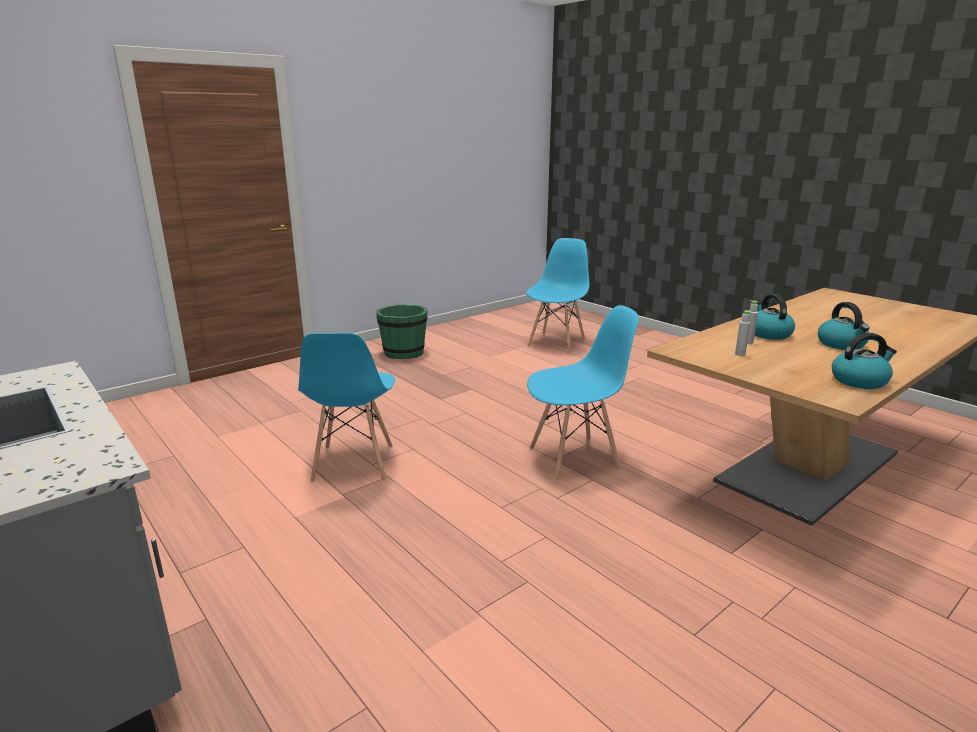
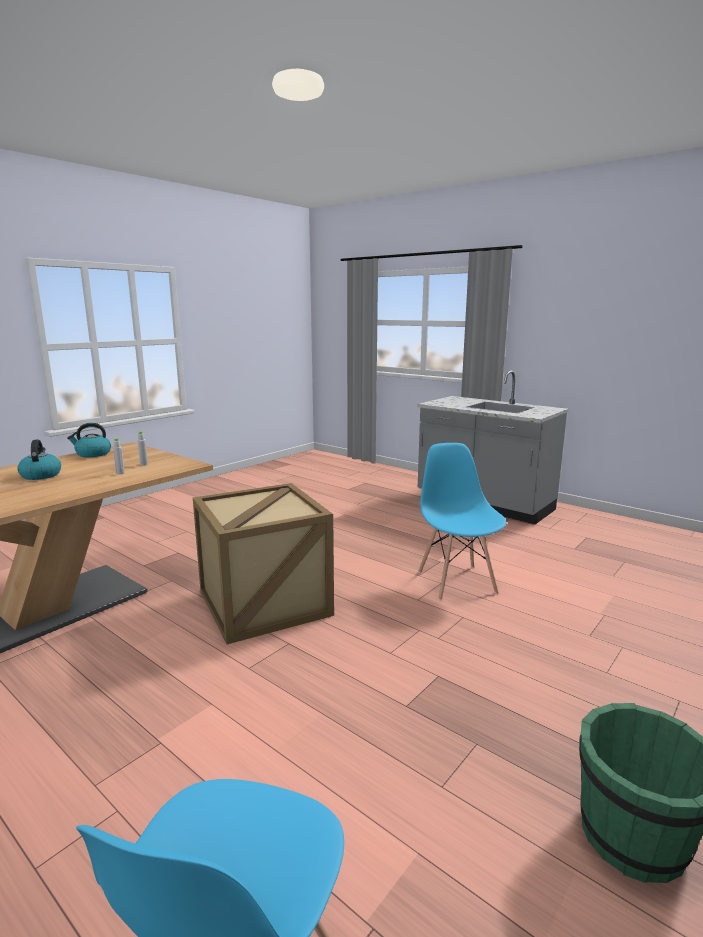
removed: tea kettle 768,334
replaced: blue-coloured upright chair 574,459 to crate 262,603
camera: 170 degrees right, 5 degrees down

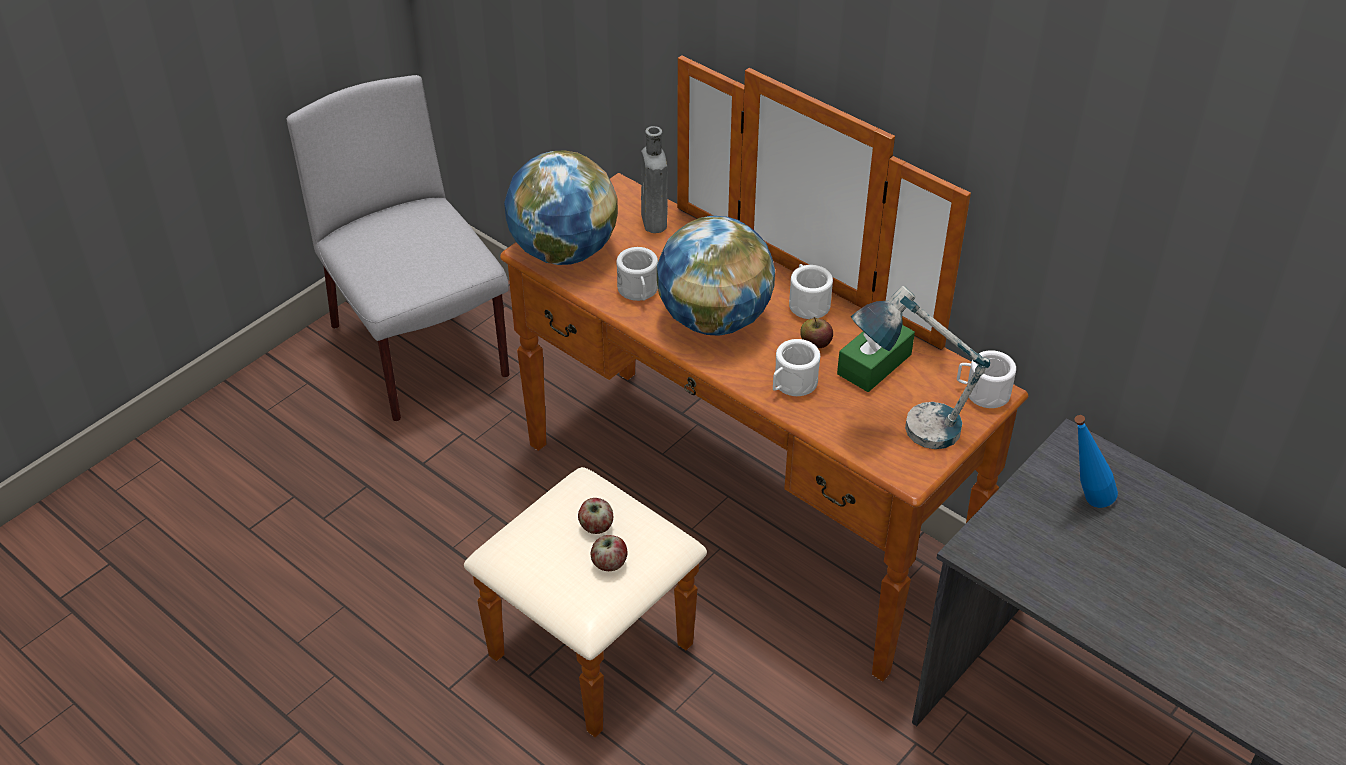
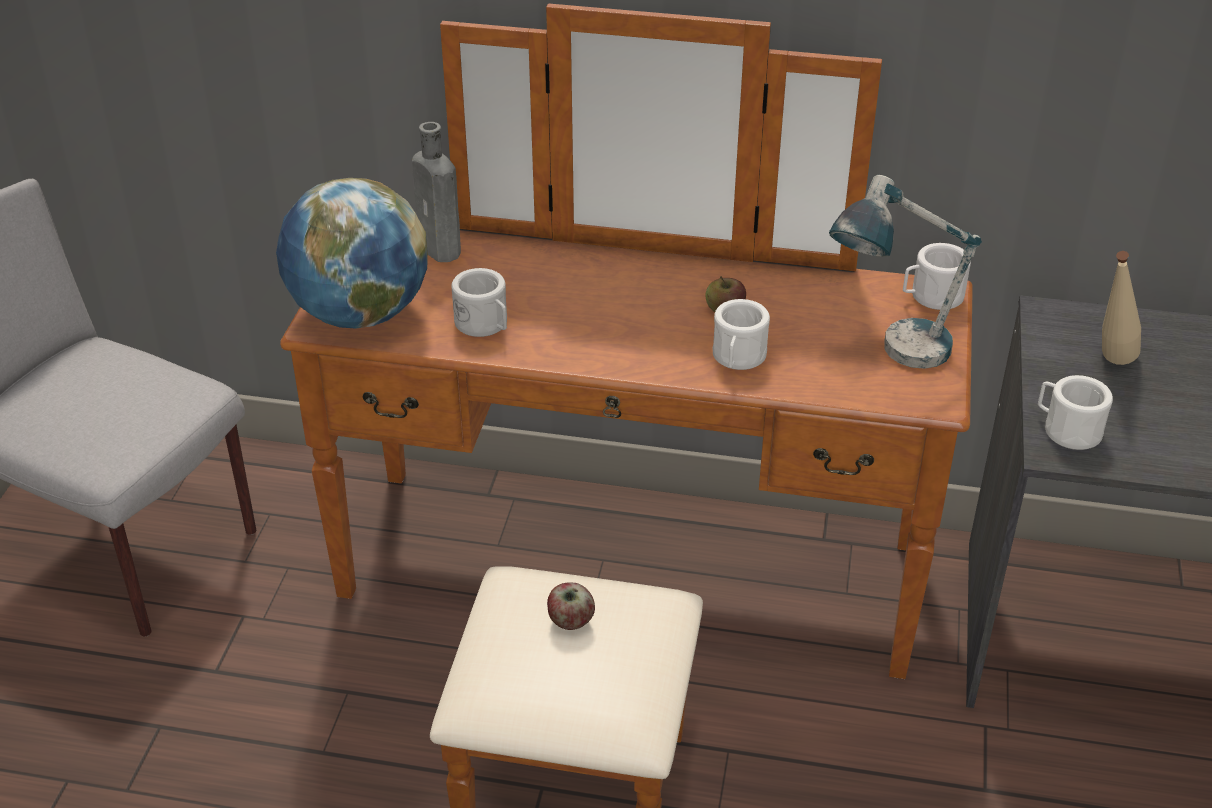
removed: apple fruit 609,563; world globe 714,319; greenish box of tissues 874,364
moved: white mug 807,303 to 1066,429
recoloured: blue-coloured drink bottle 1082,502 to sand-coloured drink bottle 1108,364
camera: 30 degrees left, 5 degrees down

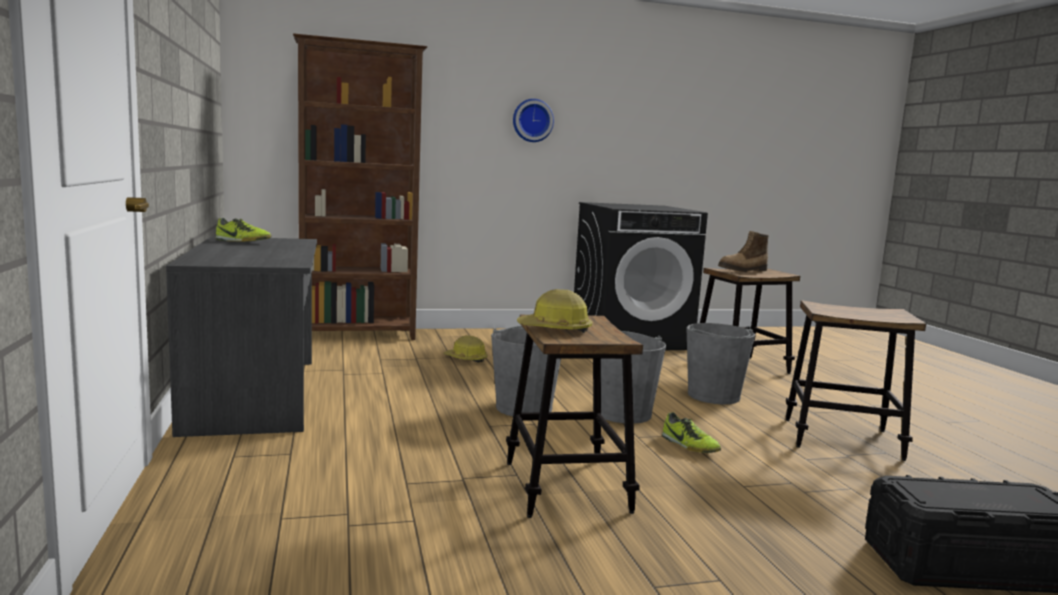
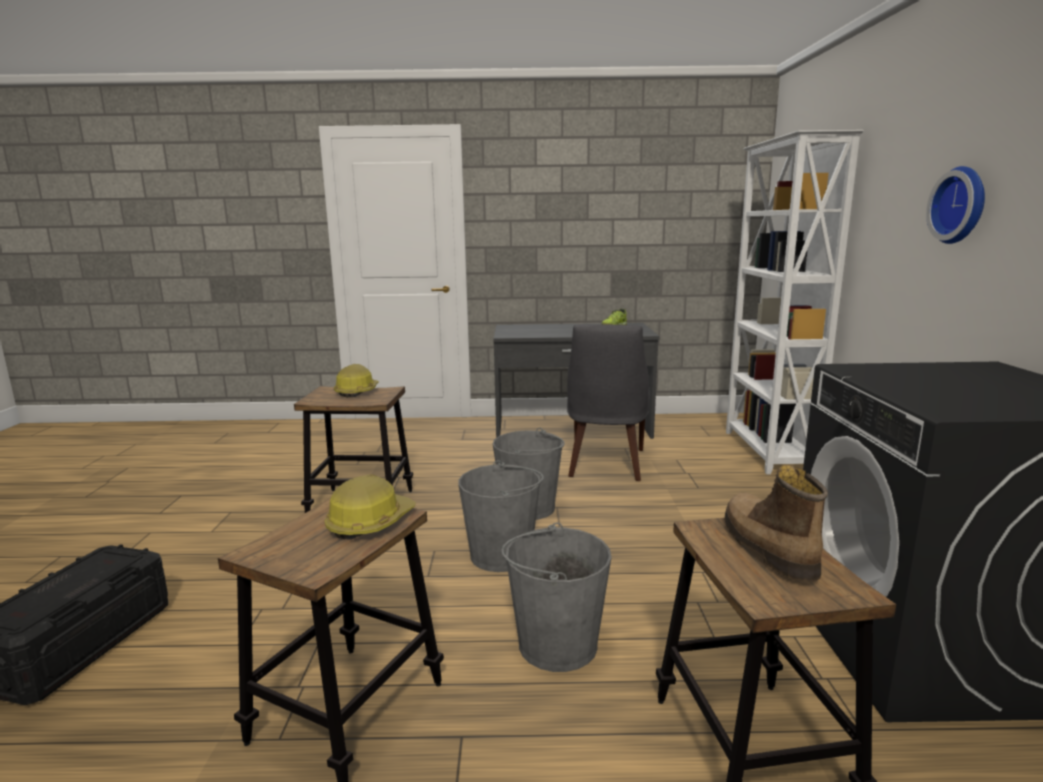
removed: low shoe 689,446
added: greyish upright chair 605,464
moved: safety helmet 466,359 to 370,522
recoloured: brown-coloured bookcase 358,335 to white bookcase 767,452
camera: 105 degrees right, 5 degrees up

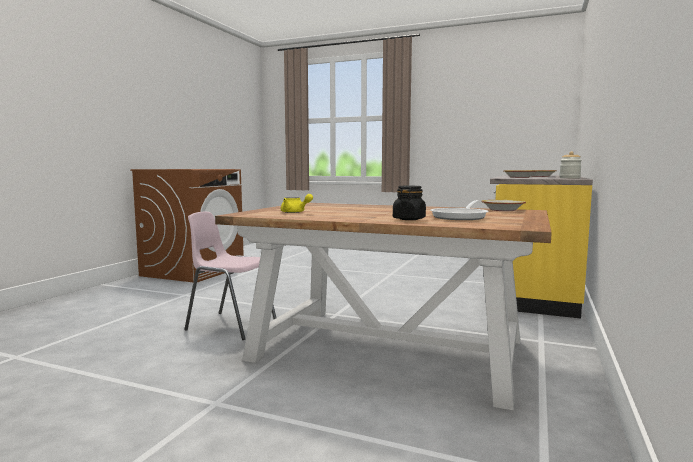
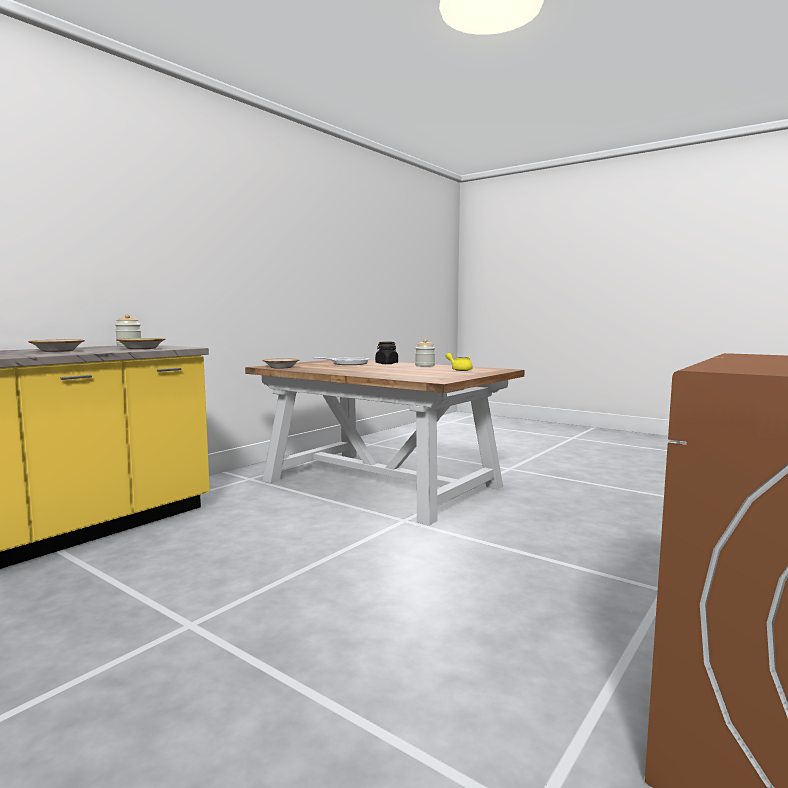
removed: pink upright chair 230,325
added: storage jar 425,366
camera: 165 degrees left, 0 degrees up

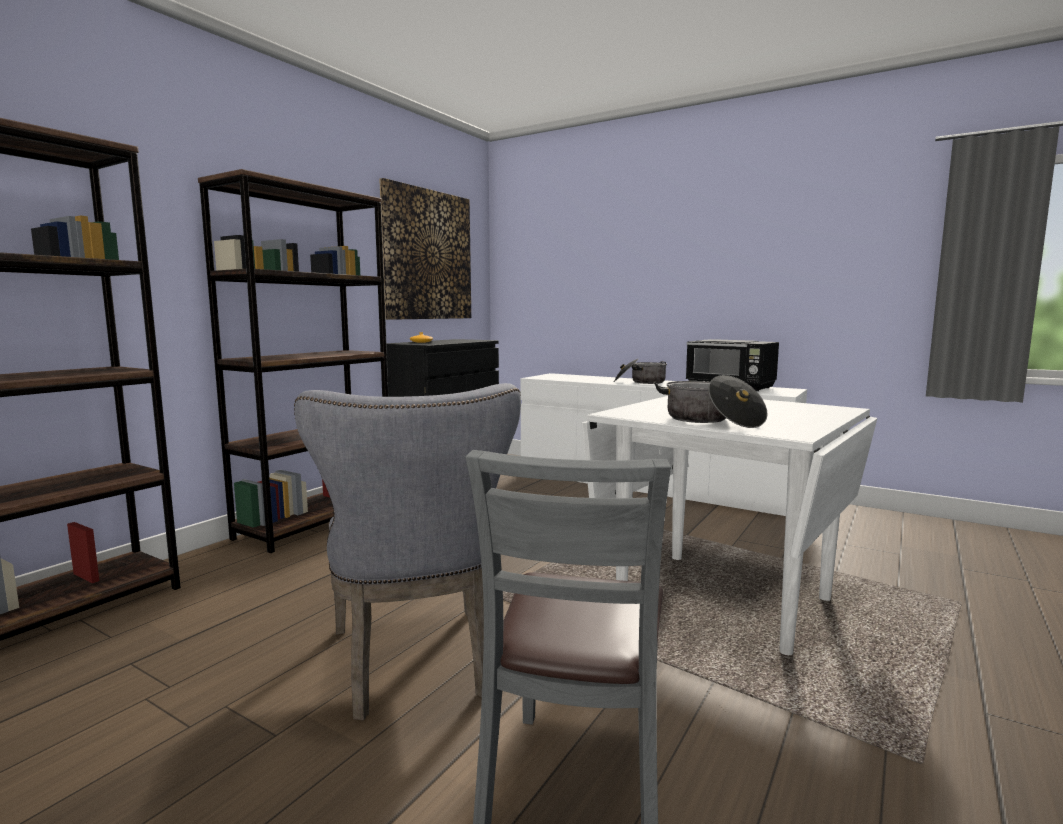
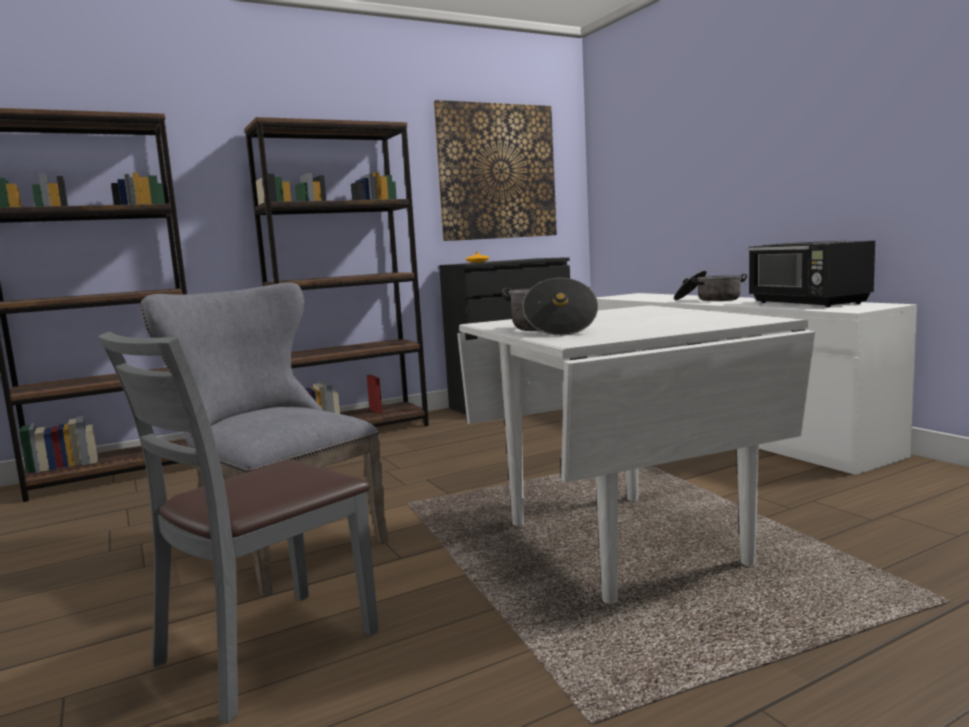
turned: greyish upright chair 416,666 = 280,544 120 degrees clockwise
camera: 30 degrees right, 0 degrees up

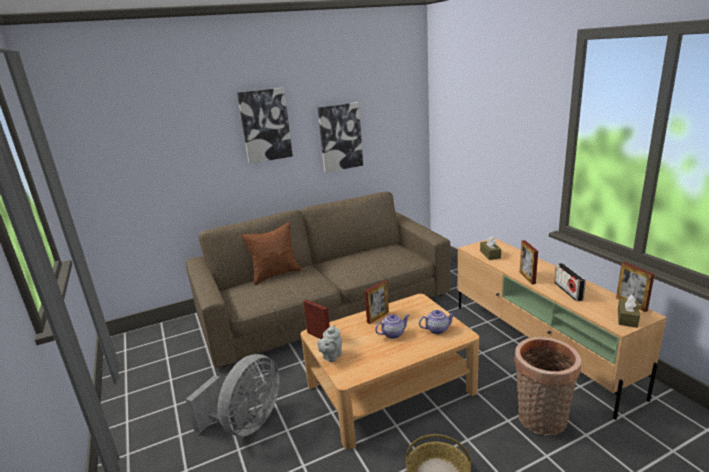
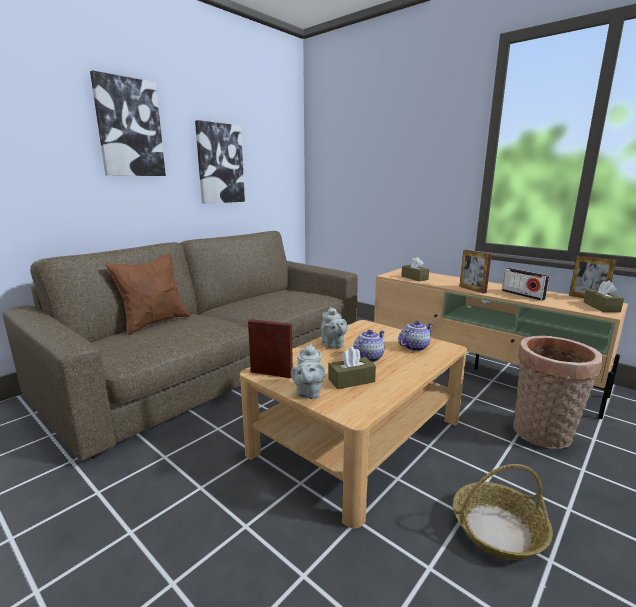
removed: greyish cooling fan 246,423
added: brown-coloured box of tissues 351,380
replaced: picture frame 378,317 to greyish tea pot 333,345
camera: 25 degrees left, 5 degrees down

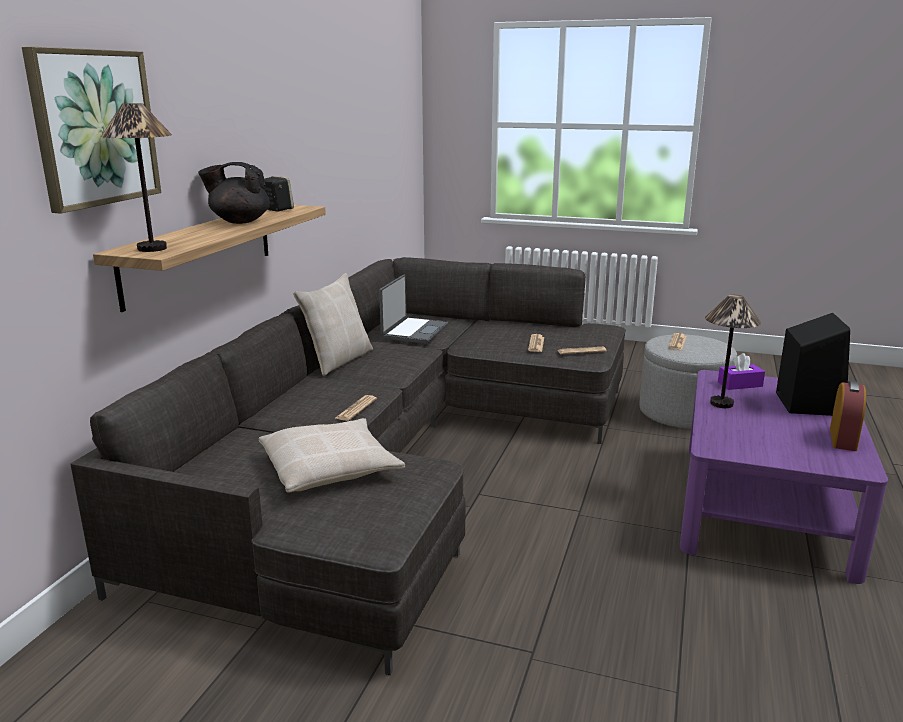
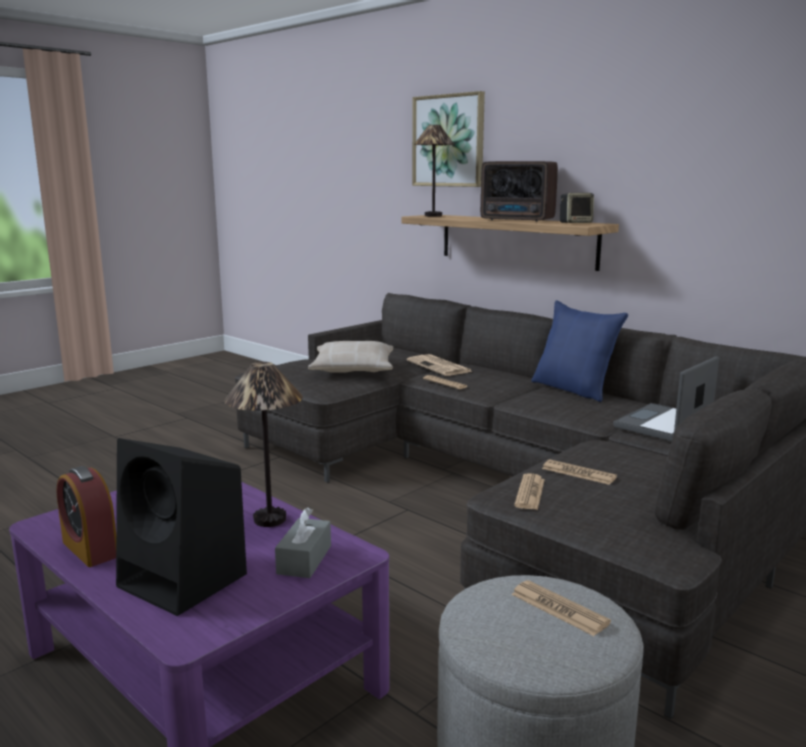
added: daily paper 440,366
replaced: black tea pot 239,221 to radio 518,220
recoloured: sand-coloured cushion 338,360 to blue-coloured cushion 574,389; purple-coloured box of tissues 740,384 to greyish box of tissues 304,559
turned: laptop 414,332 = 664,424 90 degrees clockwise
camera: 115 degrees right, 5 degrees down

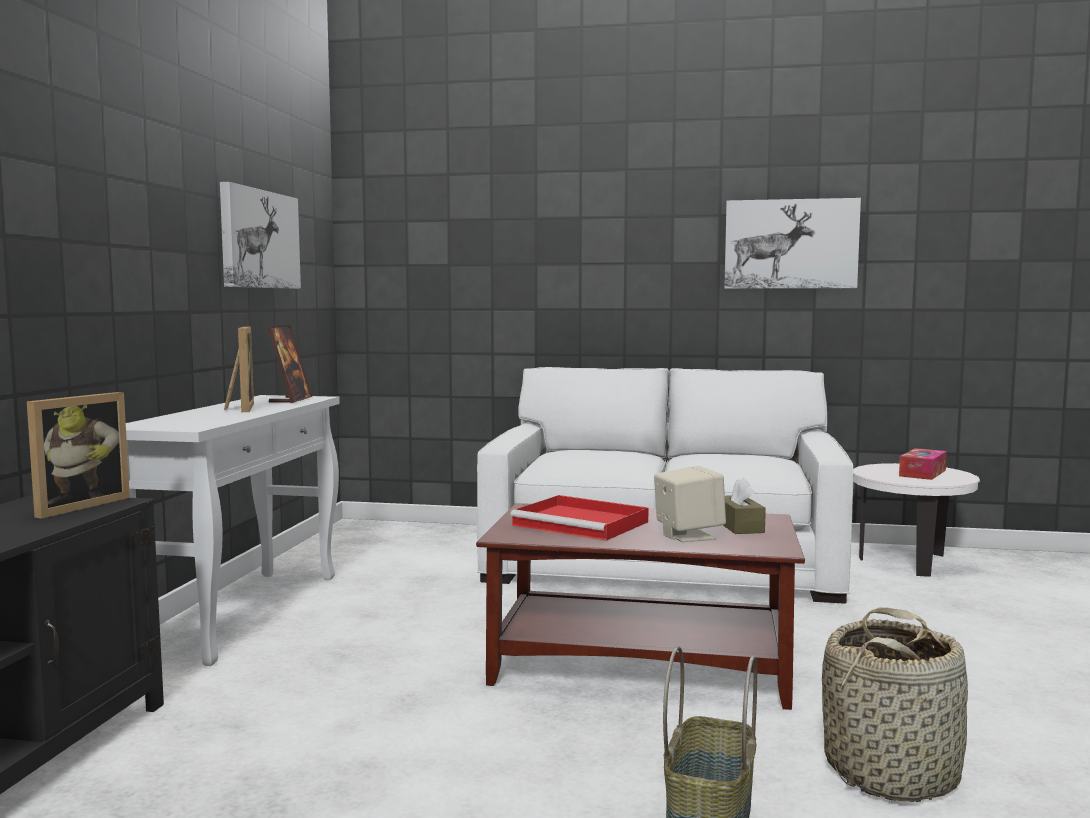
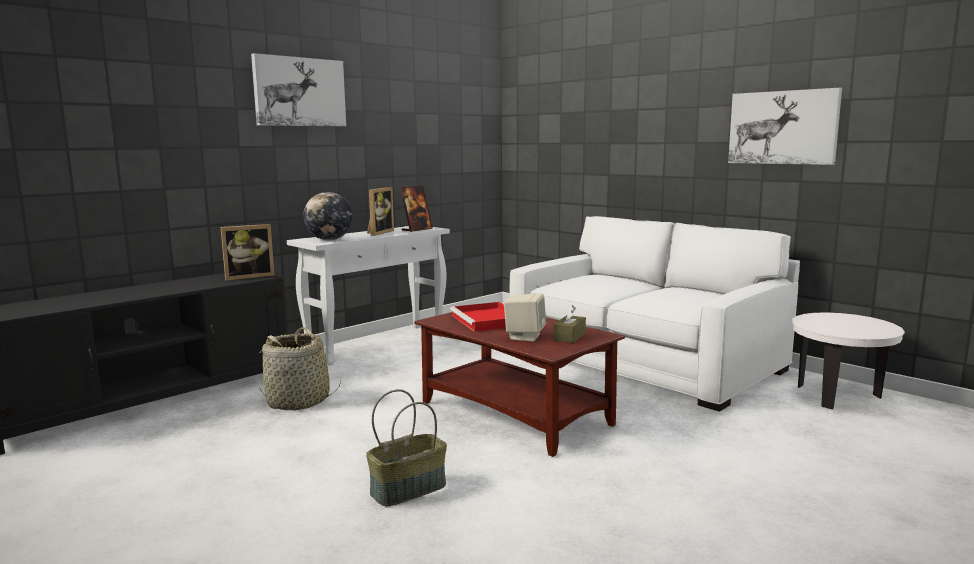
removed: box of tissues 922,473
added: world globe 329,240
moved: wall art 259,239 to 299,92; household basket 892,772 to 299,401
camera: 35 degrees right, 5 degrees up

